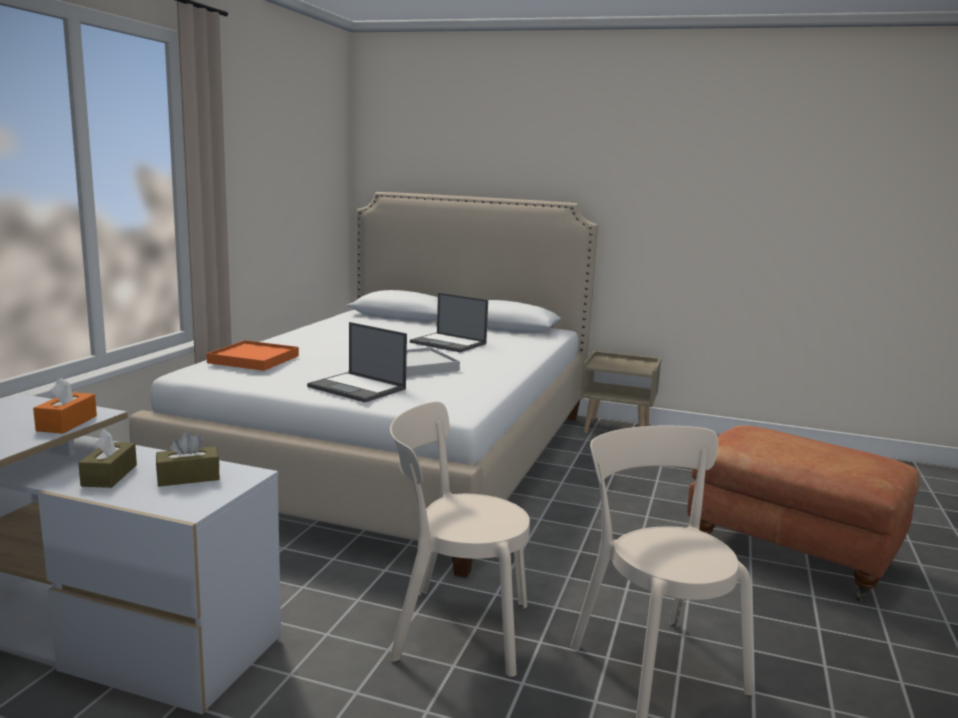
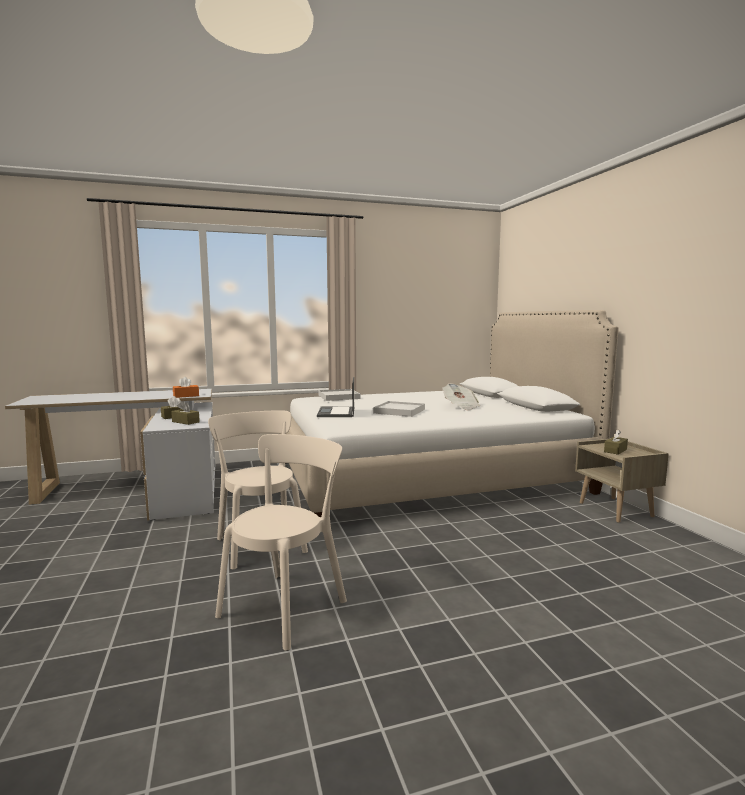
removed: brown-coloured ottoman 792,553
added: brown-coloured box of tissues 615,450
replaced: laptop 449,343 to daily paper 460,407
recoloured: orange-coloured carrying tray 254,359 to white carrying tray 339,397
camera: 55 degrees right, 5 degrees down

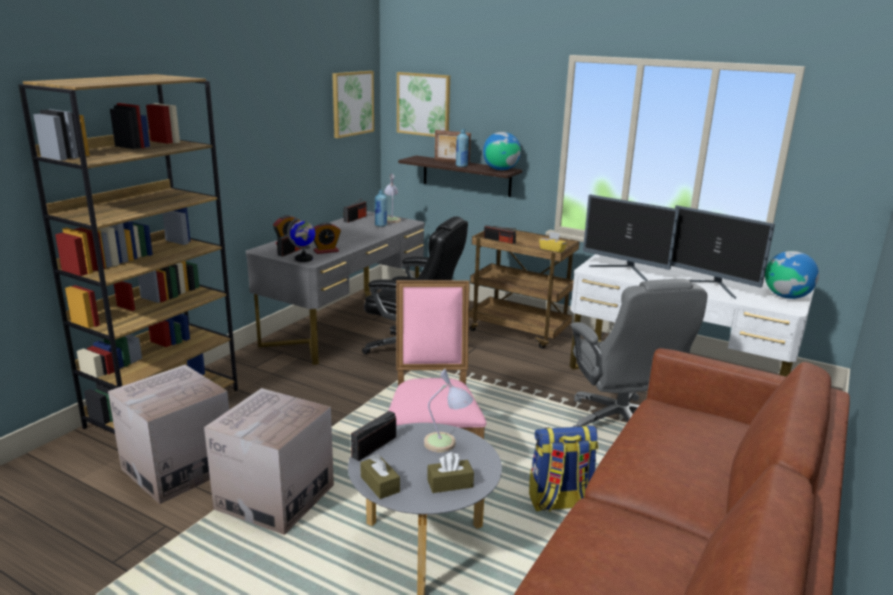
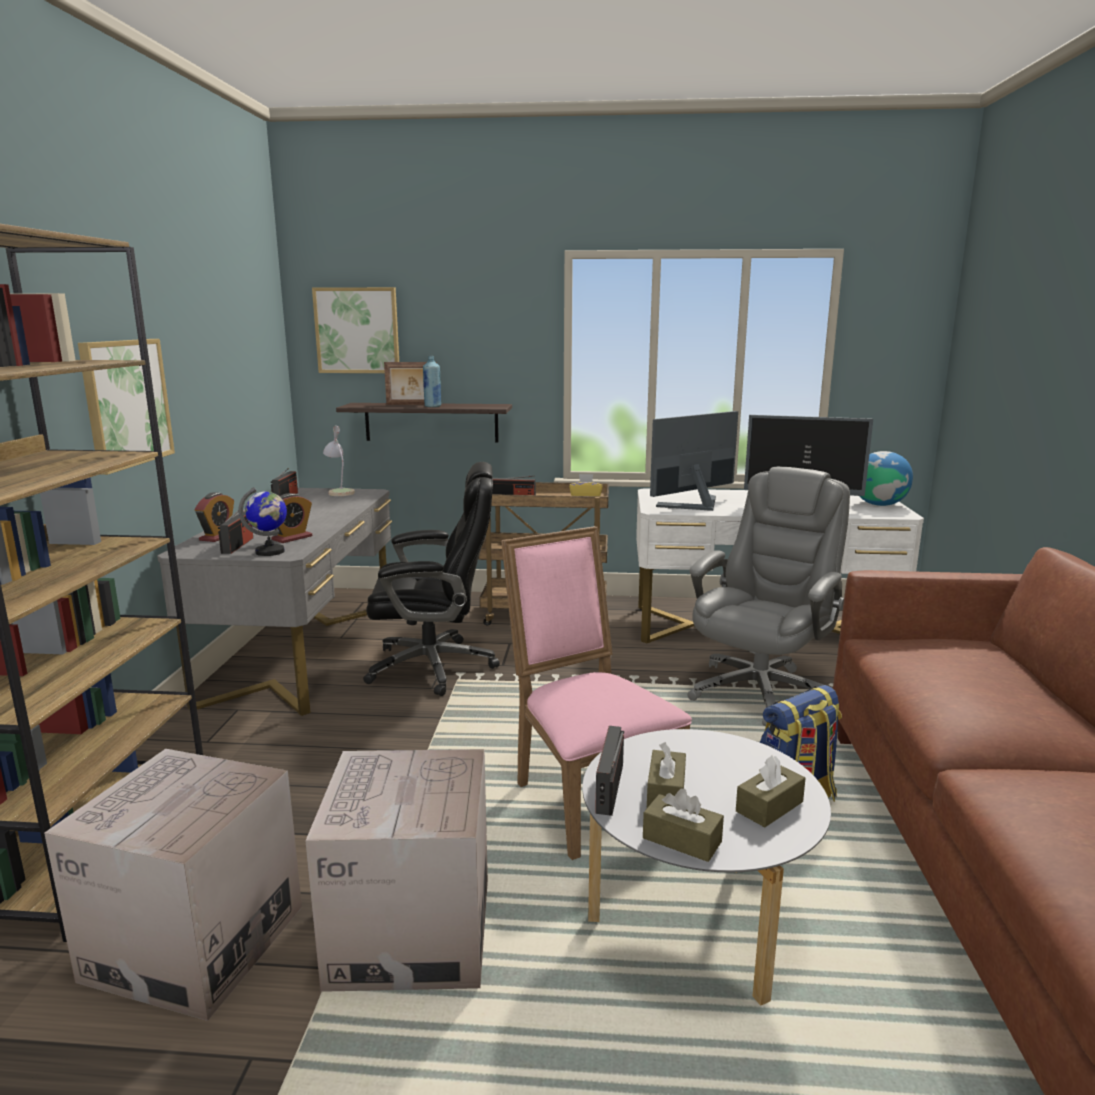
removed: blue-coloured drink bottle 381,225; table lamp 447,443; world globe 500,169
added: brown-coloured box of tissues 666,792
moved: wall art 352,103 to 126,403
turned: greyish office chair 621,424 = 760,691 105 degrees counterclockwise; monitor 624,271 = 695,505 135 degrees clockwise
camera: 25 degrees left, 5 degrees down

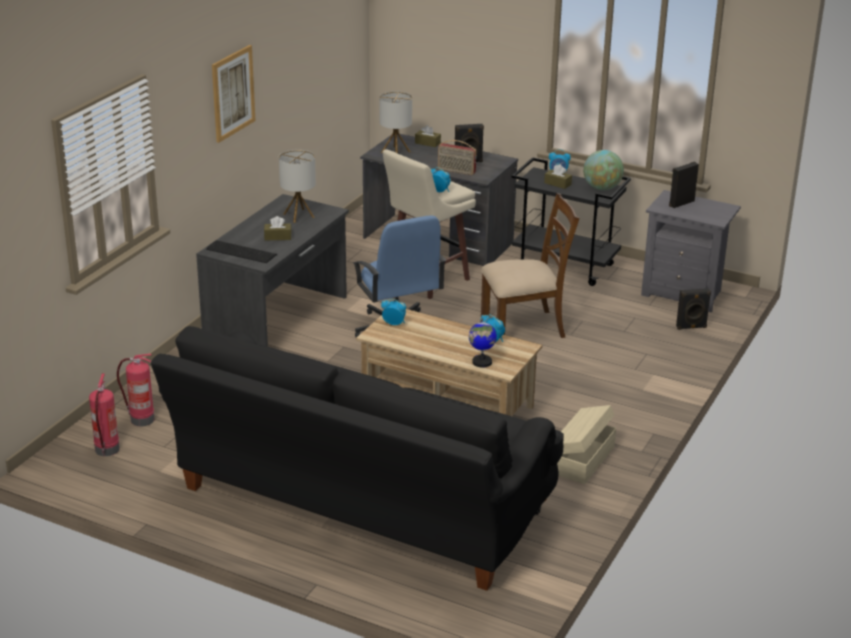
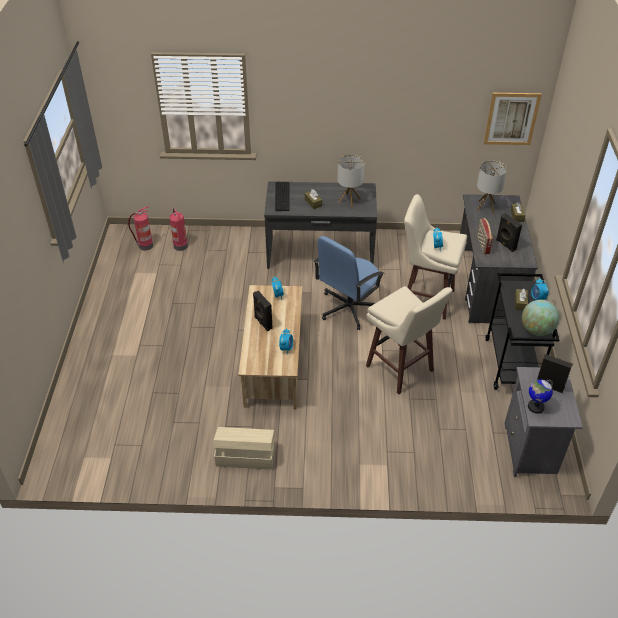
removed: black settee 360,504
moved: wall art 233,93 to 511,118; world globe 481,362 to 535,407; black audio speaker 691,327 to 262,323
replaced: brown-coloured upright chair 524,327 to sand-coloured stool seat 400,370
camera: 65 degrees right, 15 degrees up

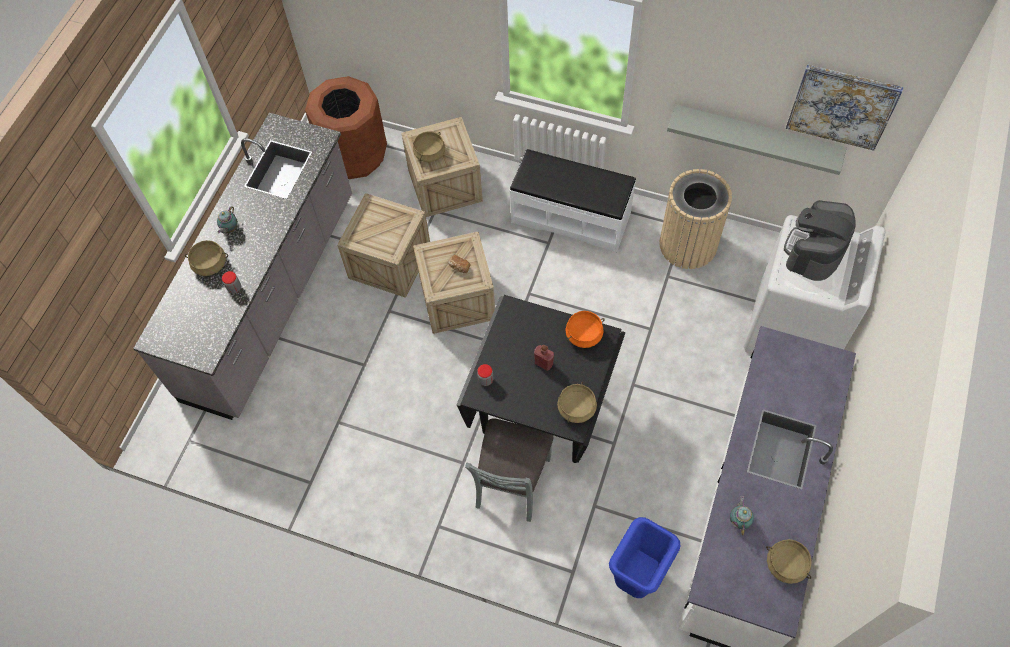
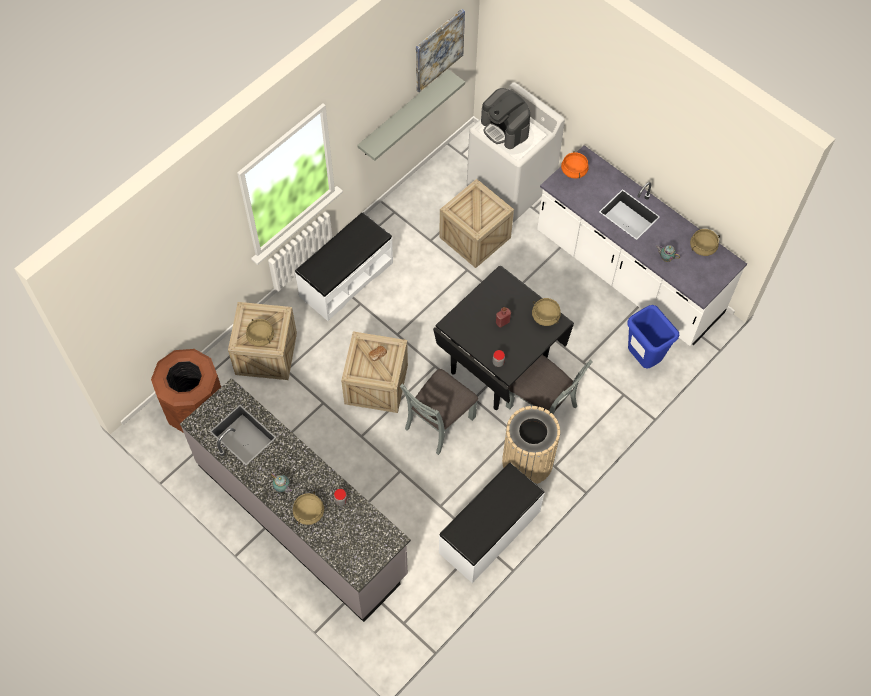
added: greyish upright chair 439,422; white bench 490,532
moved: crate 390,262 to 475,237; orange-coloured stockpot 584,335 to 574,170; sand-coloured rubbish bin 688,244 to 527,461
camera: 70 degrees left, 0 degrees up

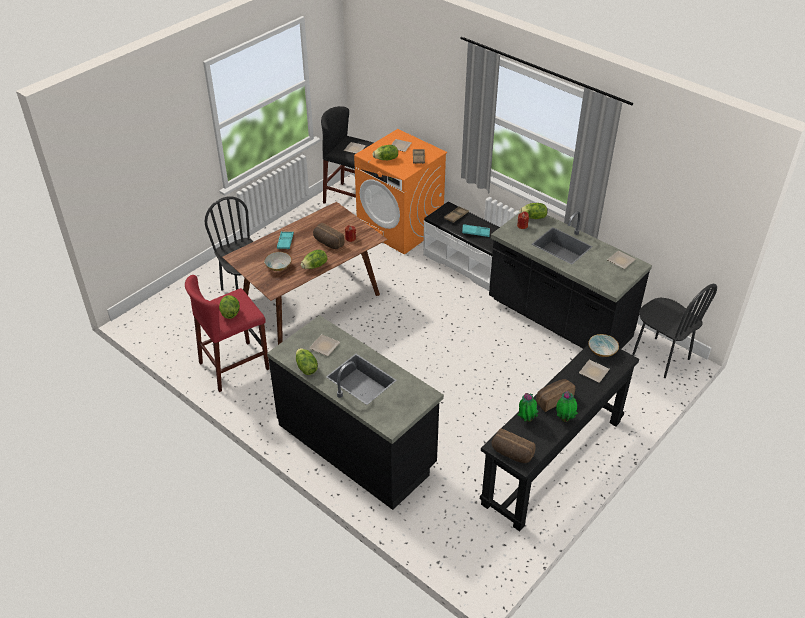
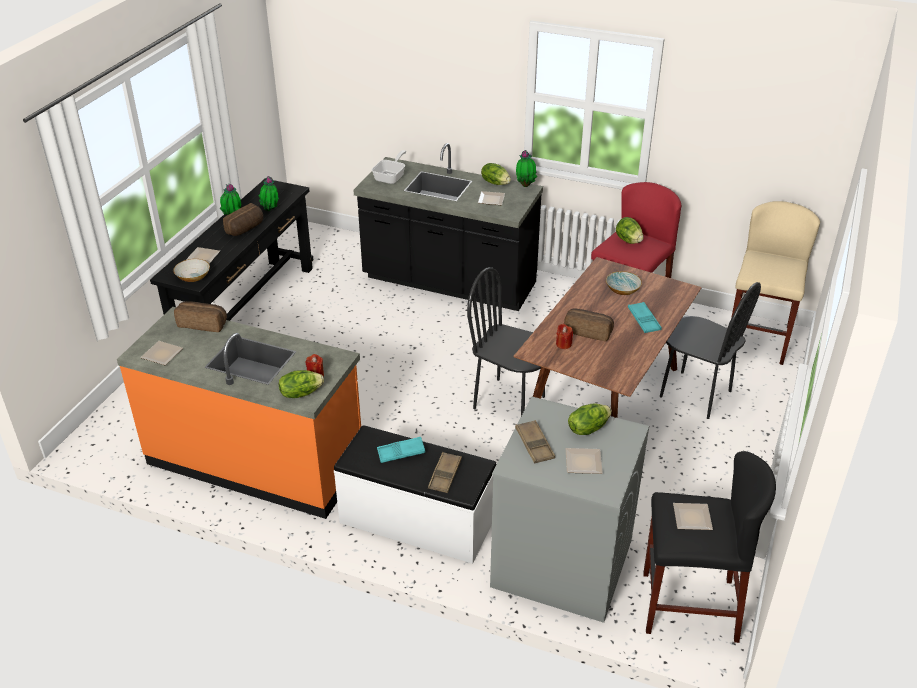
removed: head of lettuce 315,266
added: frying pan 391,177; plant in a pot 525,185; sand-coloured stool seat 757,339
moved: bakery bread 511,454 to 203,323; black upright chair 660,357 to 509,402
recoloured: orange-coloured washing machine 400,227 to greyish washing machine 561,563; black counter 558,320 to orange-coloured counter 256,461
camera: 160 degrees right, 5 degrees down

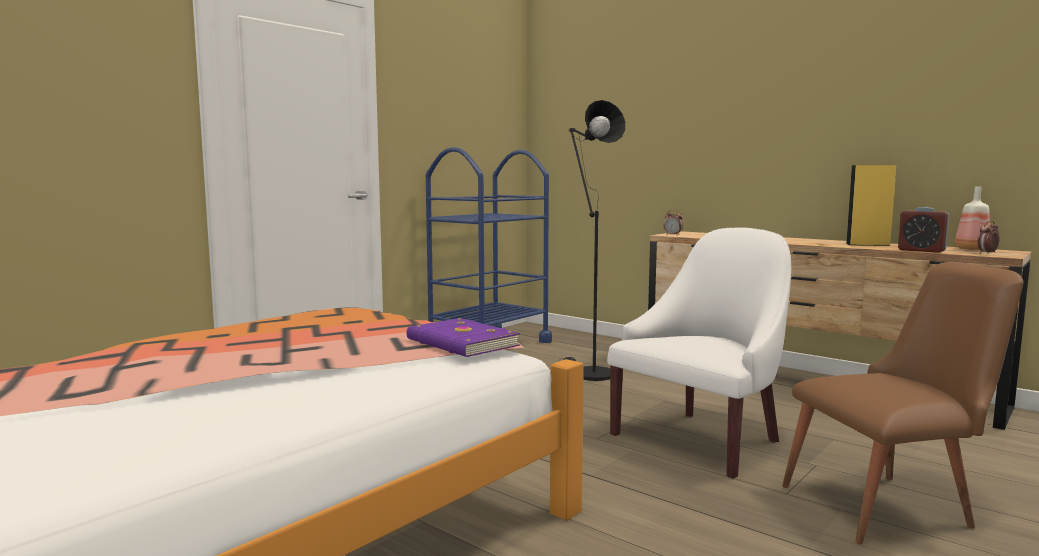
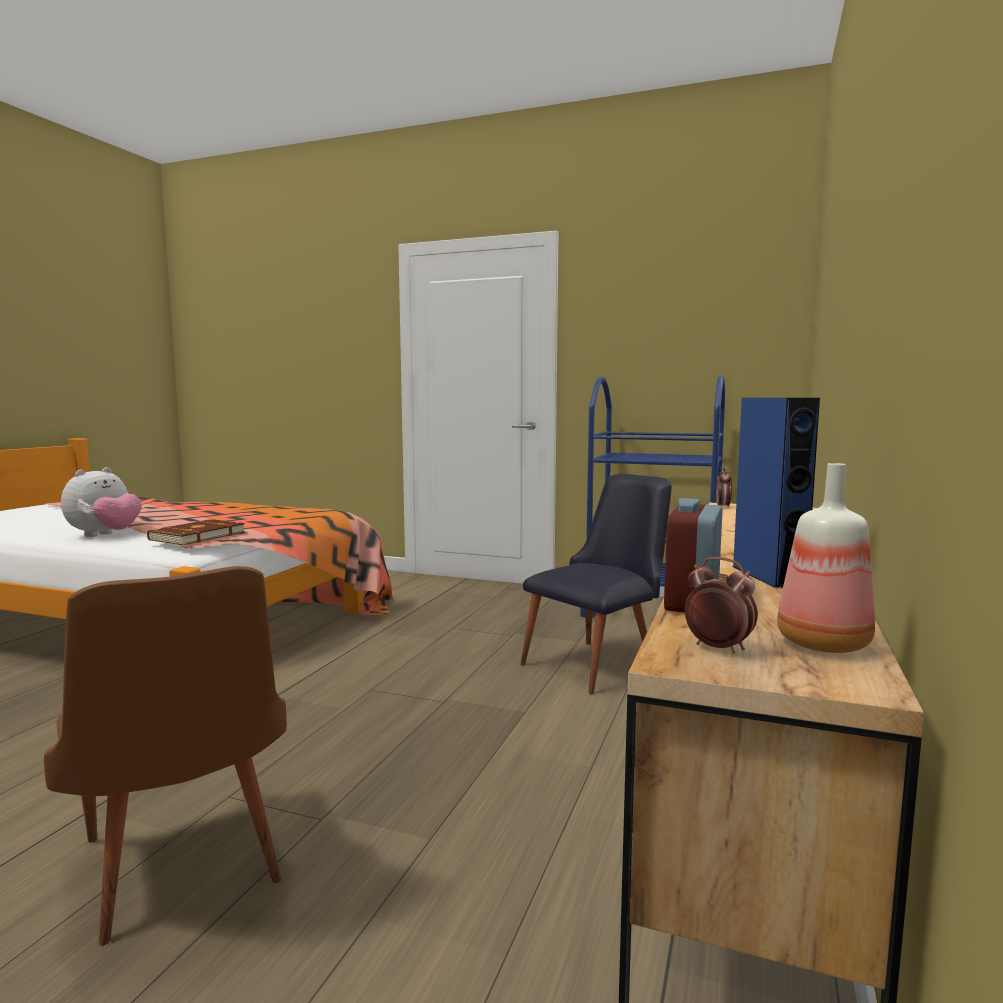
removed: white armchair 702,439
added: soft toy 105,535
replaced: black floor lamp 588,372 to black upright chair 599,663
recoloured: purple-coloured book 461,343 to brown-coloured book 196,536; yellow audio speaker 867,244 to blue-coloured audio speaker 768,576
camera: 70 degrees right, 0 degrees up

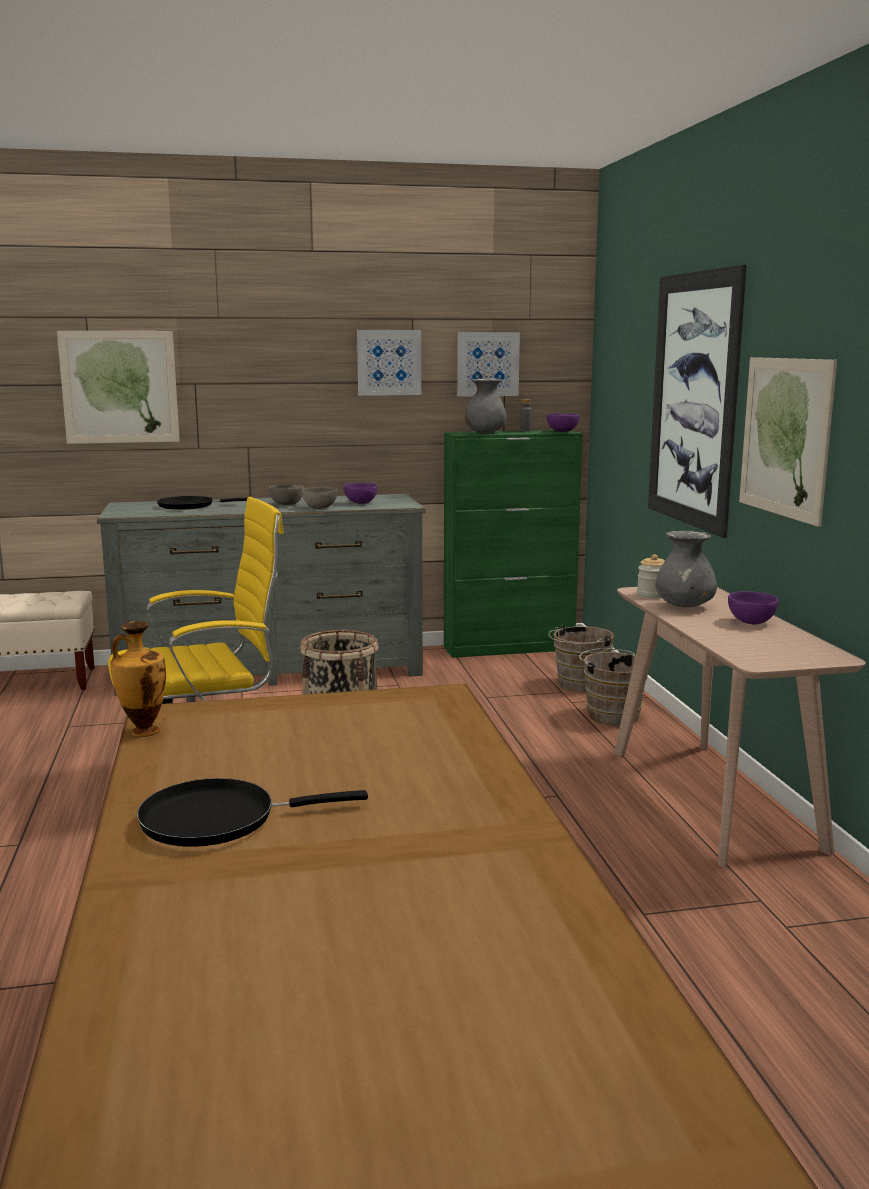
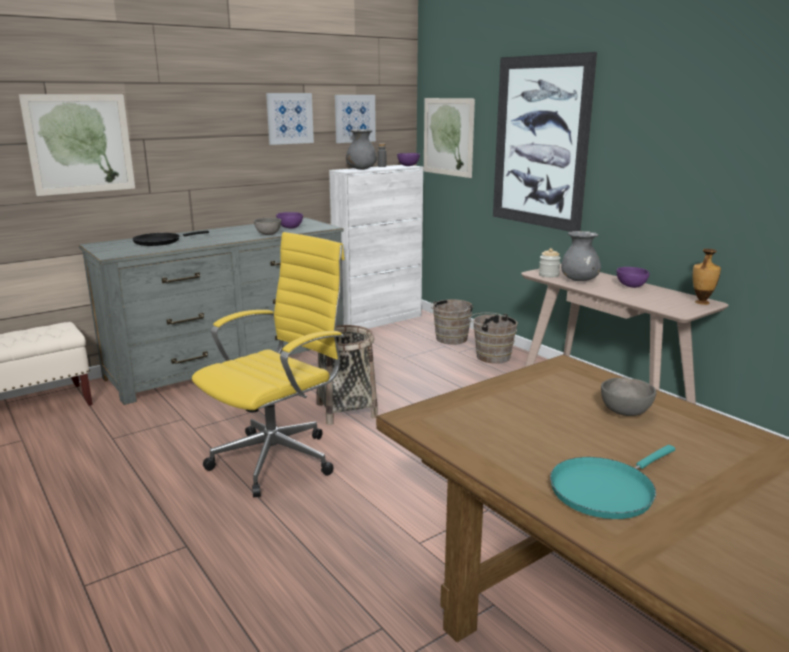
moved: decorative vase 143,731 to 701,302; greyish bowl 287,504 to 626,412; wall art 785,437 to 448,137
recoloured: black frying pan 218,819 to turquoise frying pan 606,490; greenish cabinet 509,648 to white cabinet 379,320
camera: 25 degrees left, 5 degrees up

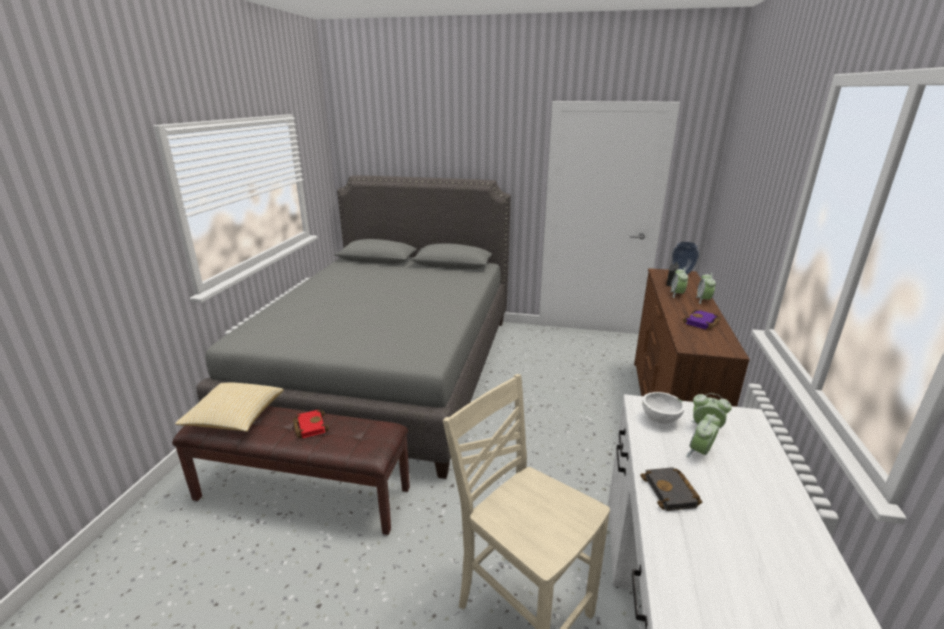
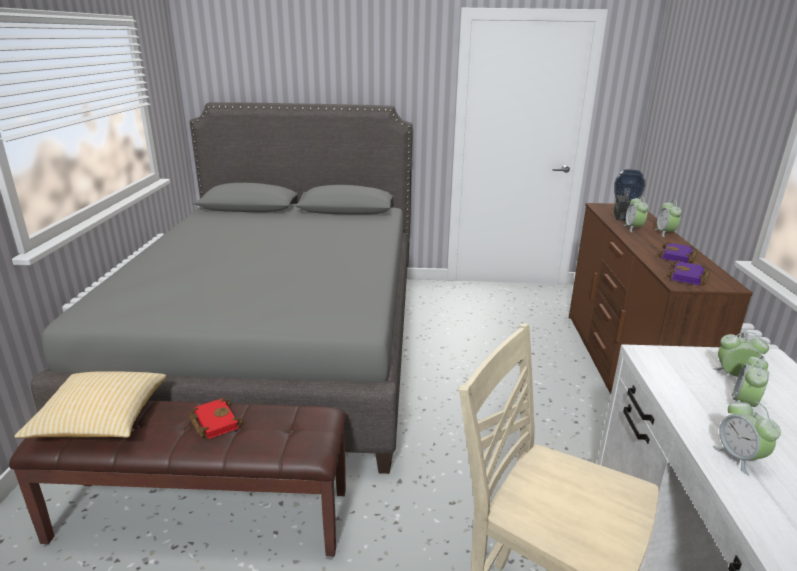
removed: white bowl 660,420
added: purple-coloured book 689,277
replaced: black book 672,493 to alarm clock 739,458
camera: 10 degrees left, 0 degrees up

